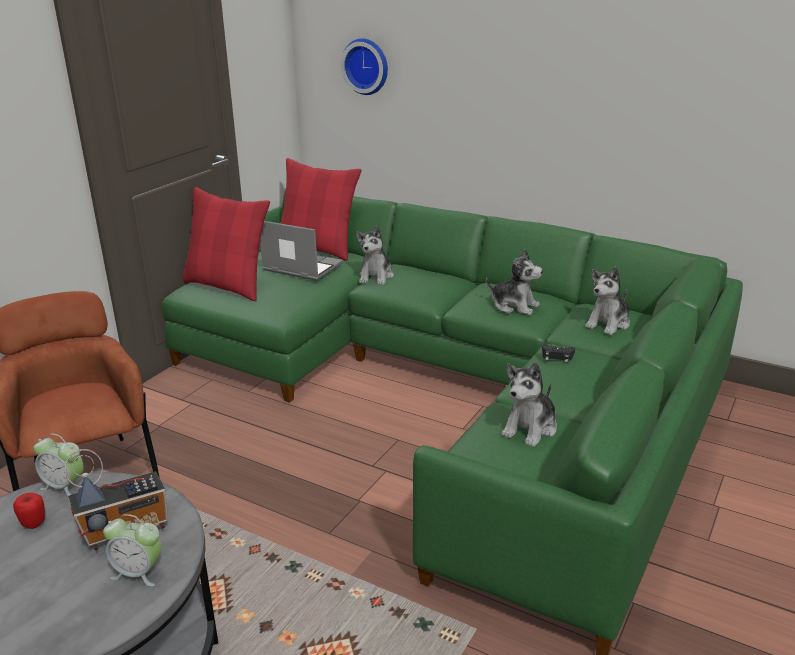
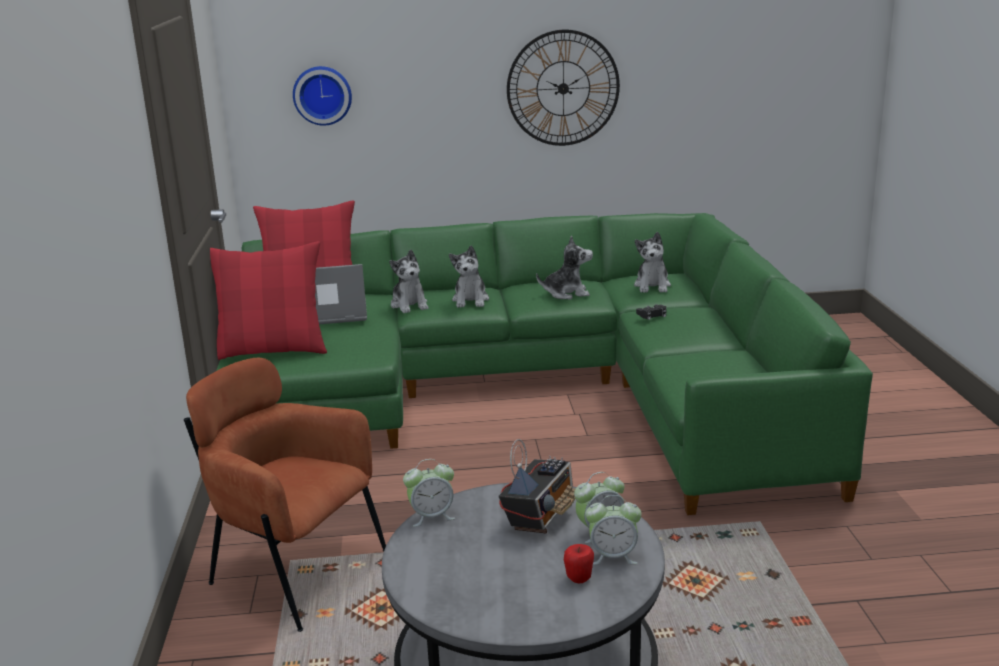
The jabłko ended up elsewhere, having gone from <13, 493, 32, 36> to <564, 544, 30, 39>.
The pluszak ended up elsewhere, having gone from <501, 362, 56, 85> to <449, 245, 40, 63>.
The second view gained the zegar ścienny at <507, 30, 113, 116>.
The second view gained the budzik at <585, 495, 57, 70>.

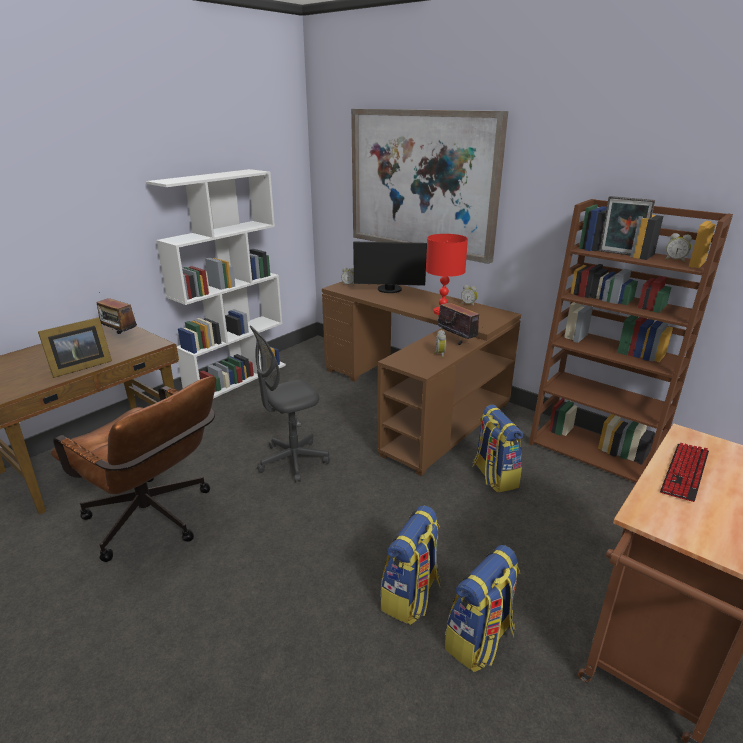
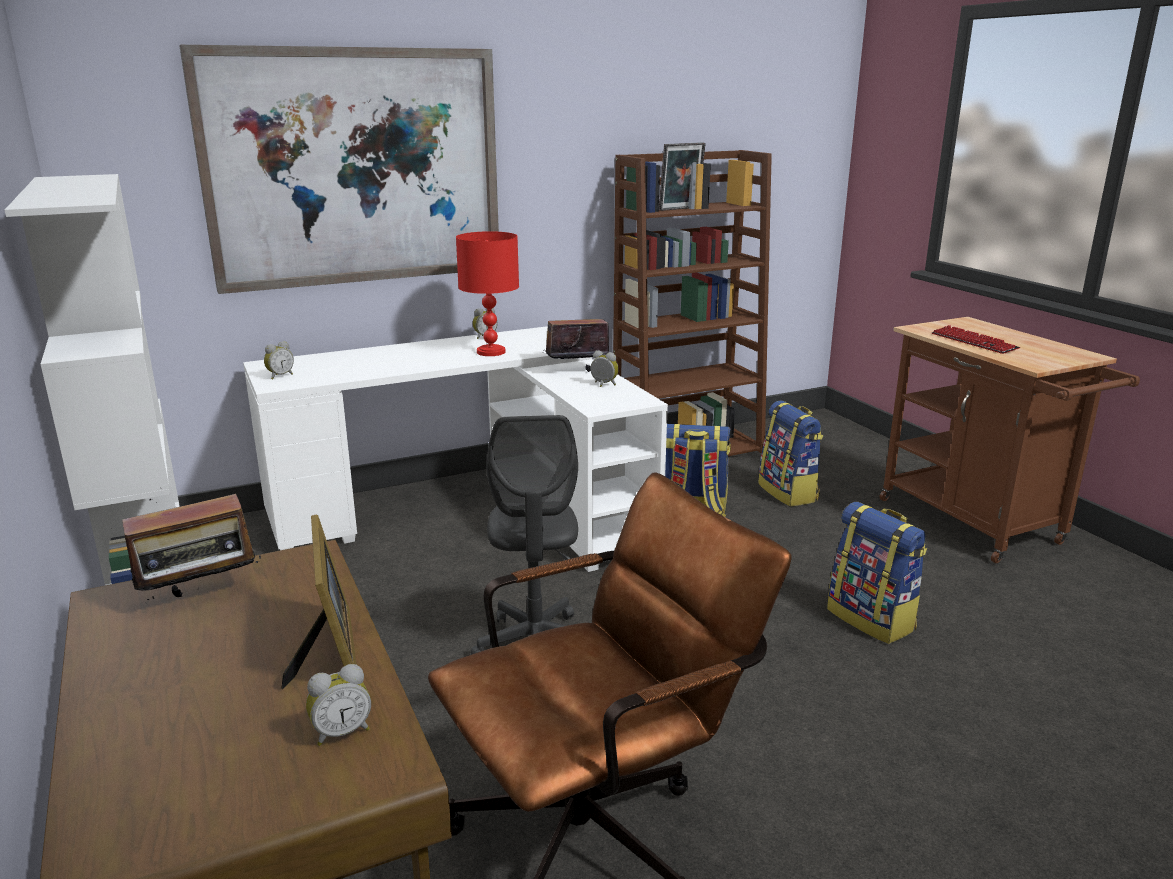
What was the biurko/brązowy at <322, 281, 199, 195> turned into the biurko/biały at <243, 326, 425, 246>.
The second view lost the monitor at <353, 242, 74, 51>.
The plecak ended up elsewhere, having gone from <444, 545, 76, 127> to <758, 400, 65, 107>.
The budzik ended up elsewhere, having gone from <665, 233, 27, 29> to <306, 664, 65, 82>.

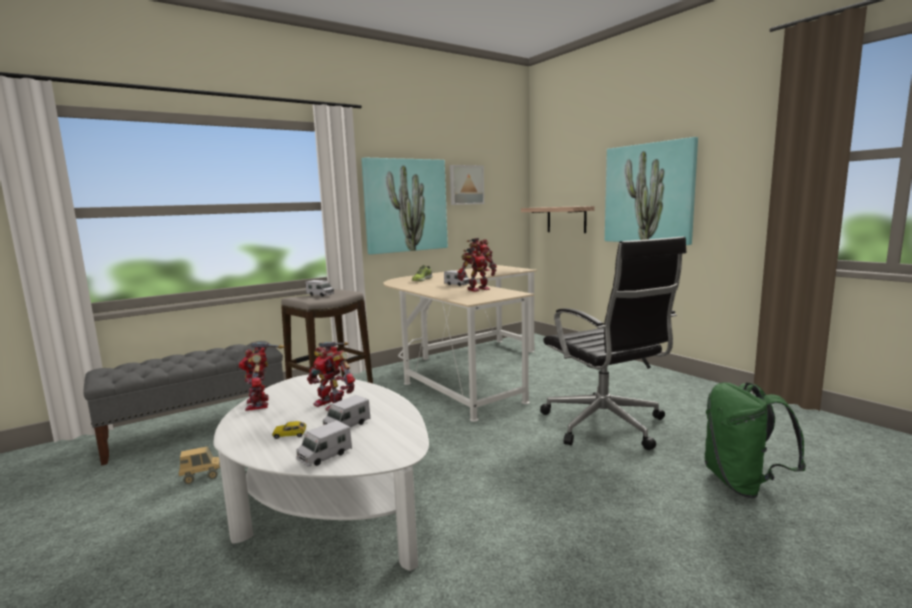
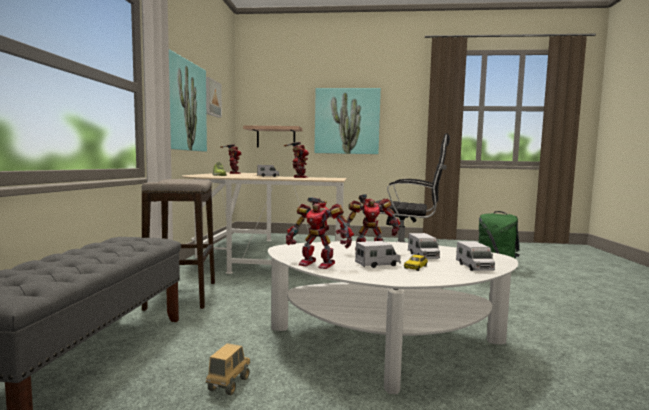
The ciężarówka zabawkowa ended up elsewhere, having gone from <306, 280, 28, 17> to <355, 241, 46, 27>.

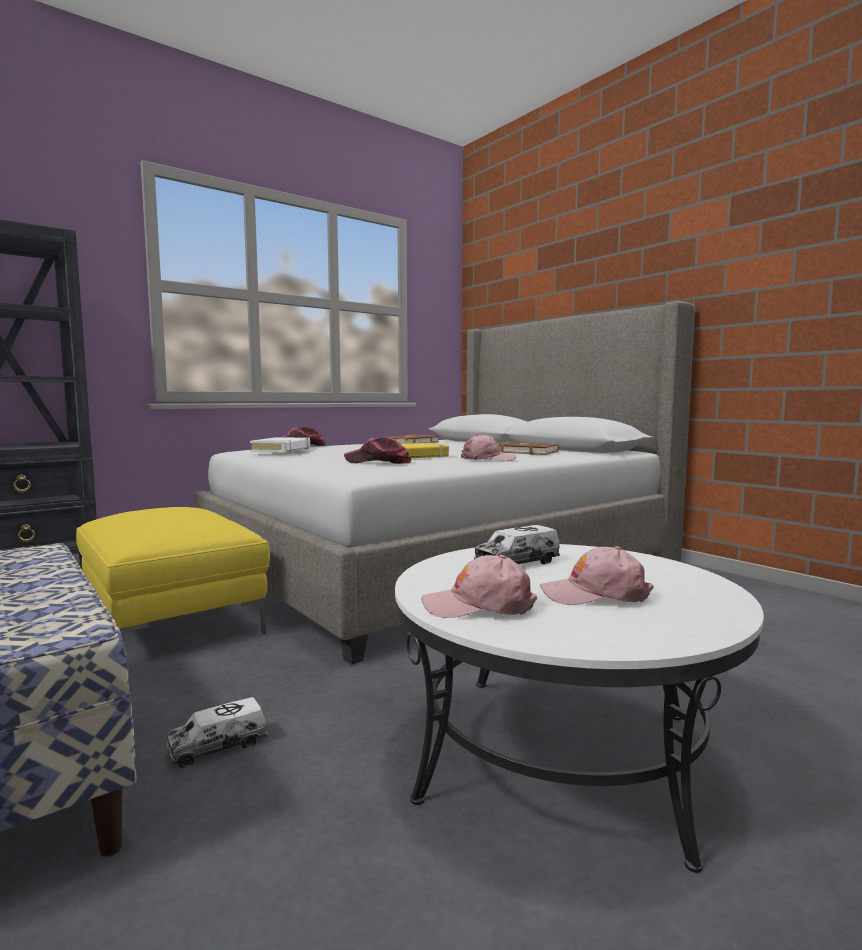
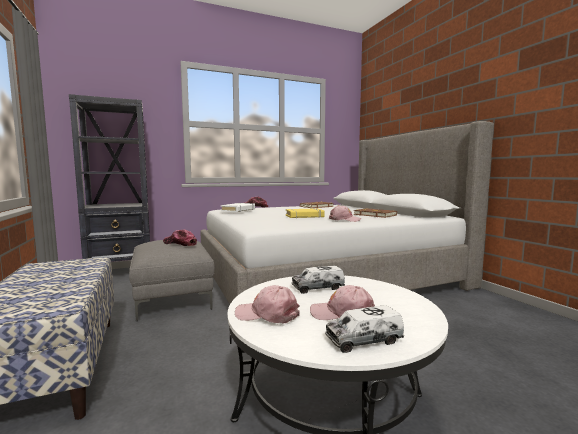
What was the pufa/żółty at <76, 507, 194, 134> turned into the pufa/szary at <129, 240, 86, 81>.
The ciężarówka zabawkowa ended up elsewhere, having gone from <167, 697, 100, 71> to <325, 305, 79, 48>.
The czapka z daszkiem ended up elsewhere, having gone from <344, 436, 67, 28> to <163, 230, 34, 16>.

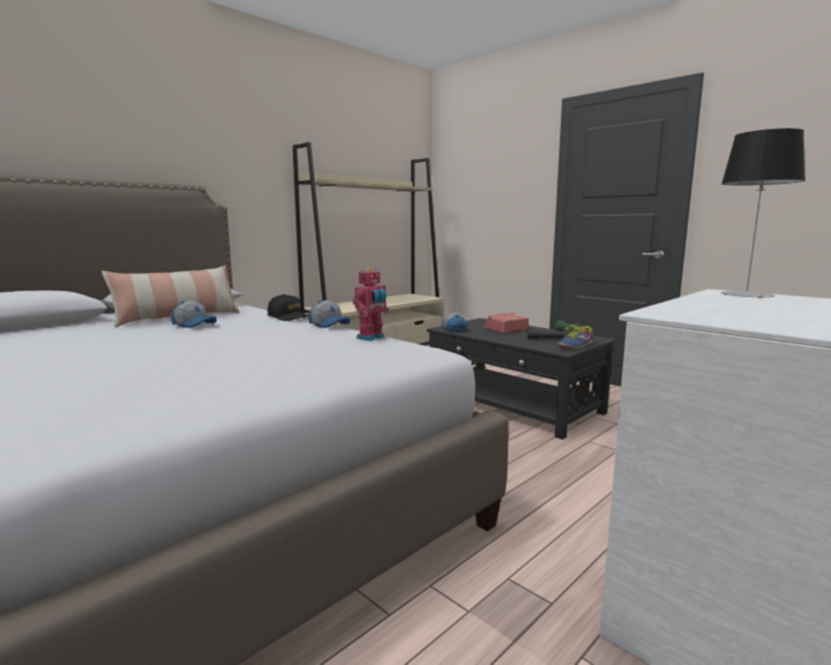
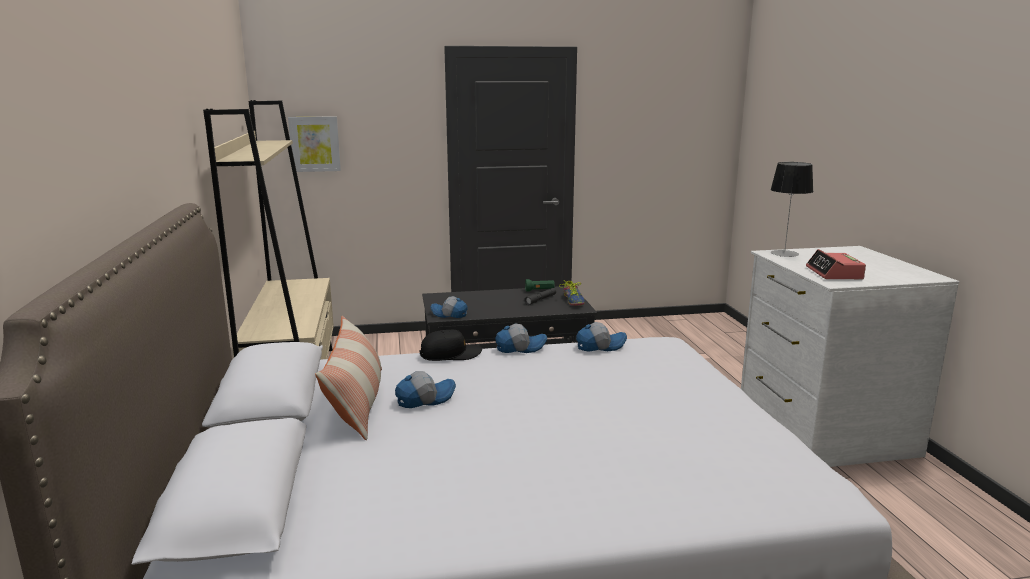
Where the robot zabawkowy stood at <353, 268, 36, 73>, the czapka z daszkiem came to stand at <576, 322, 51, 30>.
The budzik ended up elsewhere, having gone from <484, 312, 45, 21> to <806, 249, 60, 30>.
The second view gained the obraz at <288, 116, 53, 56>.

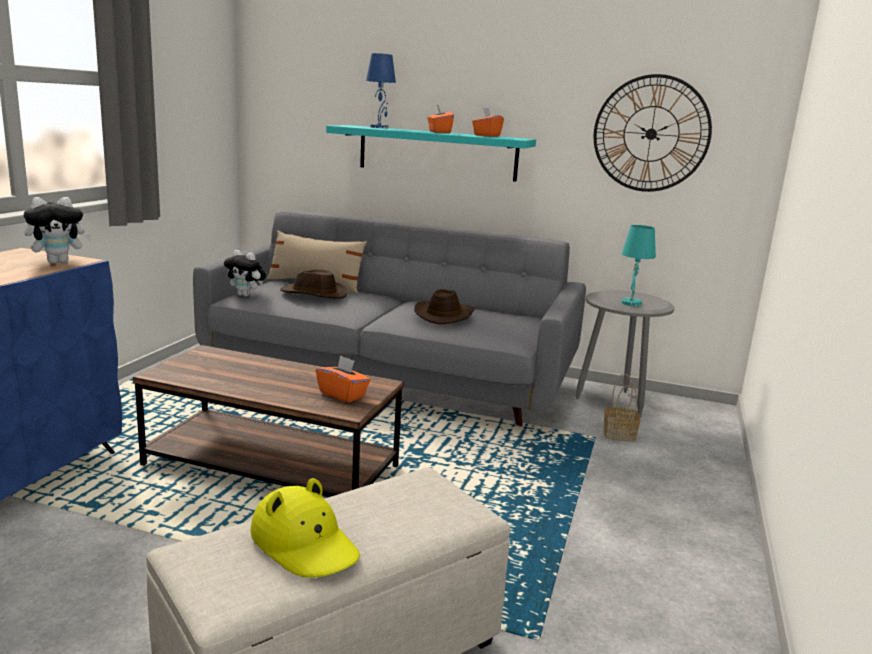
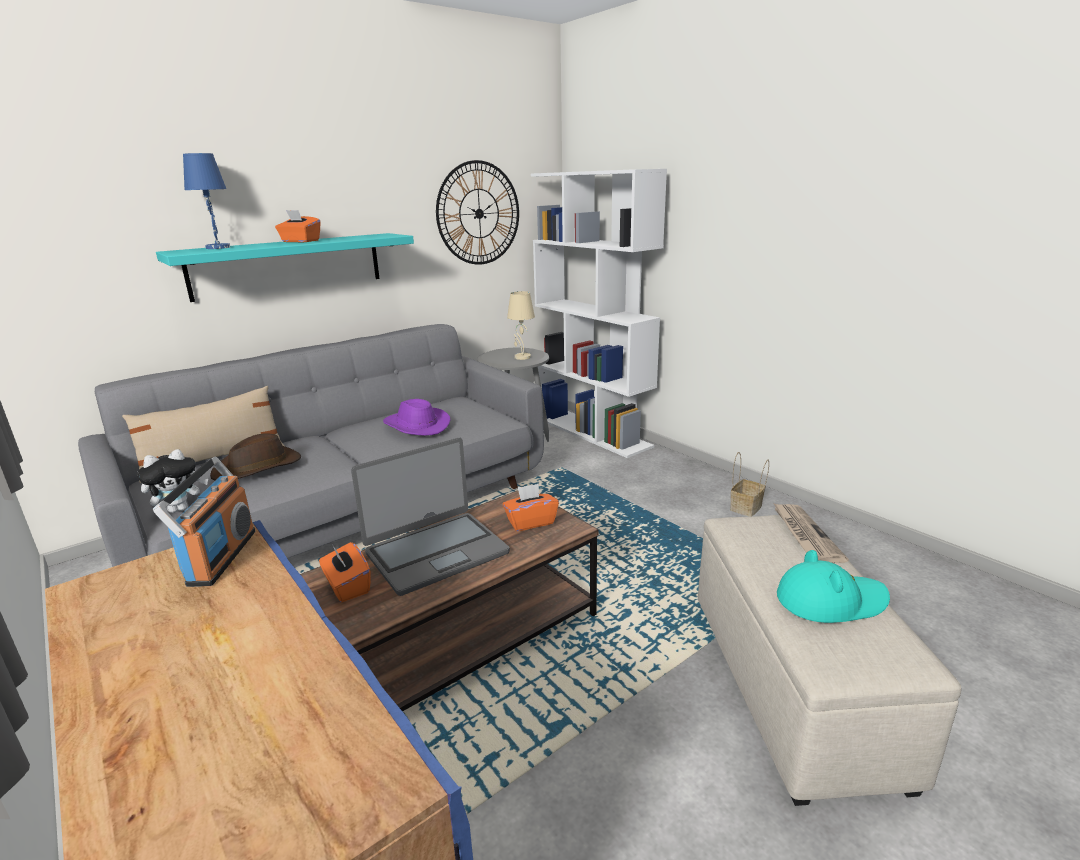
Where the pluszak stood at <23, 197, 69, 67>, the radio came to stand at <153, 456, 102, 131>.
What was the kapelusz/żółty at <250, 478, 110, 100> turned into the kapelusz/turkusowy at <777, 550, 113, 73>.
What was the kapelusz/brązowy at <414, 289, 60, 35> turned into the kapelusz/fioletowy at <383, 399, 68, 37>.
The pudełko chusteczek/pomarańczowy ended up elsewhere, having gone from <472, 107, 32, 30> to <319, 542, 52, 60>.
The koszyk ended up elsewhere, having gone from <603, 374, 38, 68> to <730, 452, 39, 65>.
What was the lampa stołowa/turkusowy at <622, 225, 34, 81> turned into the lampa stołowa/beżowy at <507, 291, 28, 69>.
The second view gained the laptop at <351, 438, 159, 158>.
The second view gained the regał/biały at <531, 169, 136, 289>.
The second view gained the gazeta at <773, 503, 76, 60>.

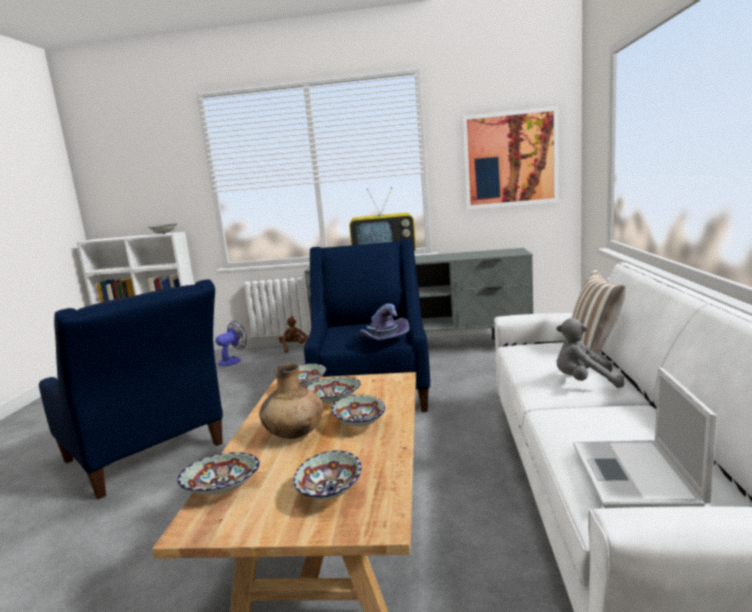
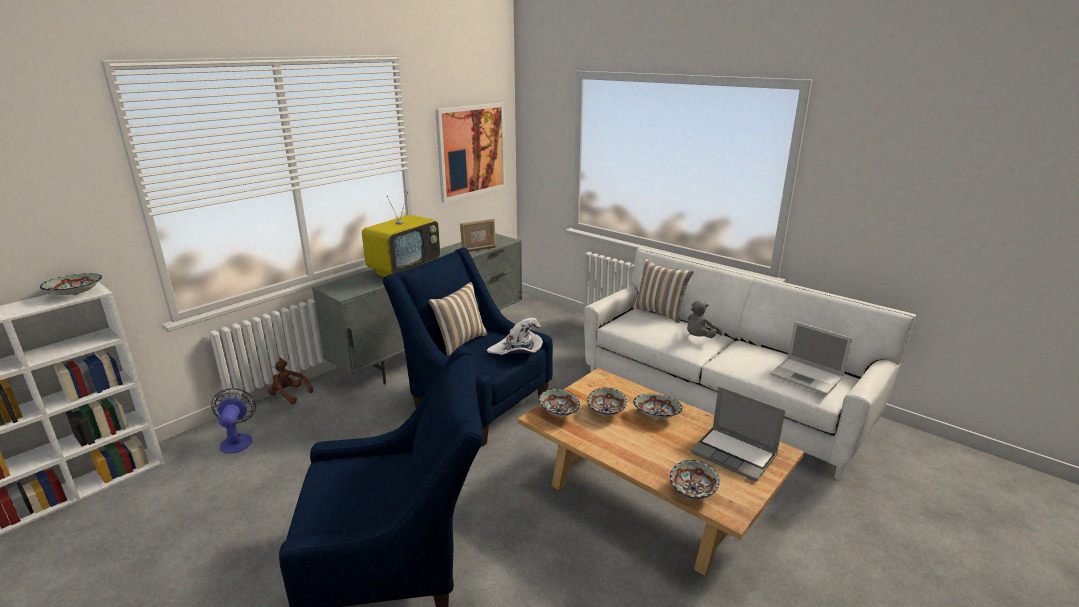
The second view lost the wazon/brązowy at <259, 364, 64, 75>.
Where the miska stood at <293, 451, 69, 49>, the laptop came to stand at <691, 386, 94, 95>.
What was the kapelusz/fioletowy at <359, 304, 51, 36> turned into the kapelusz/biały at <487, 318, 56, 37>.
The second view gained the poduszka at <428, 282, 59, 74>.
The second view gained the ramka na zdjęcie at <460, 219, 36, 33>.

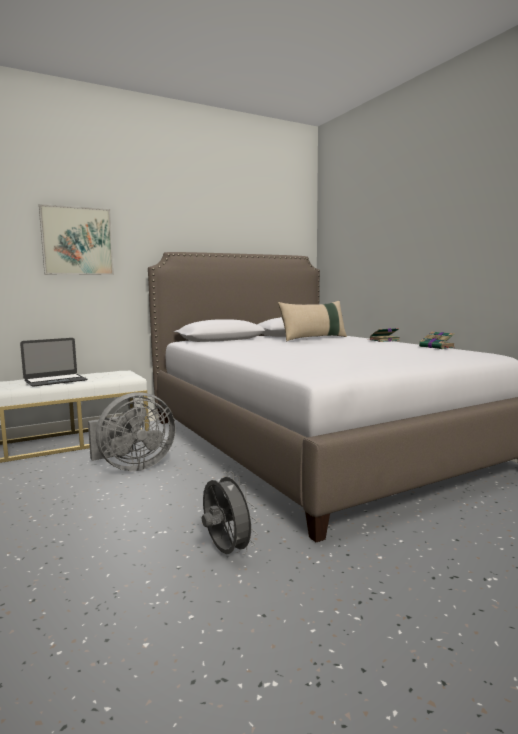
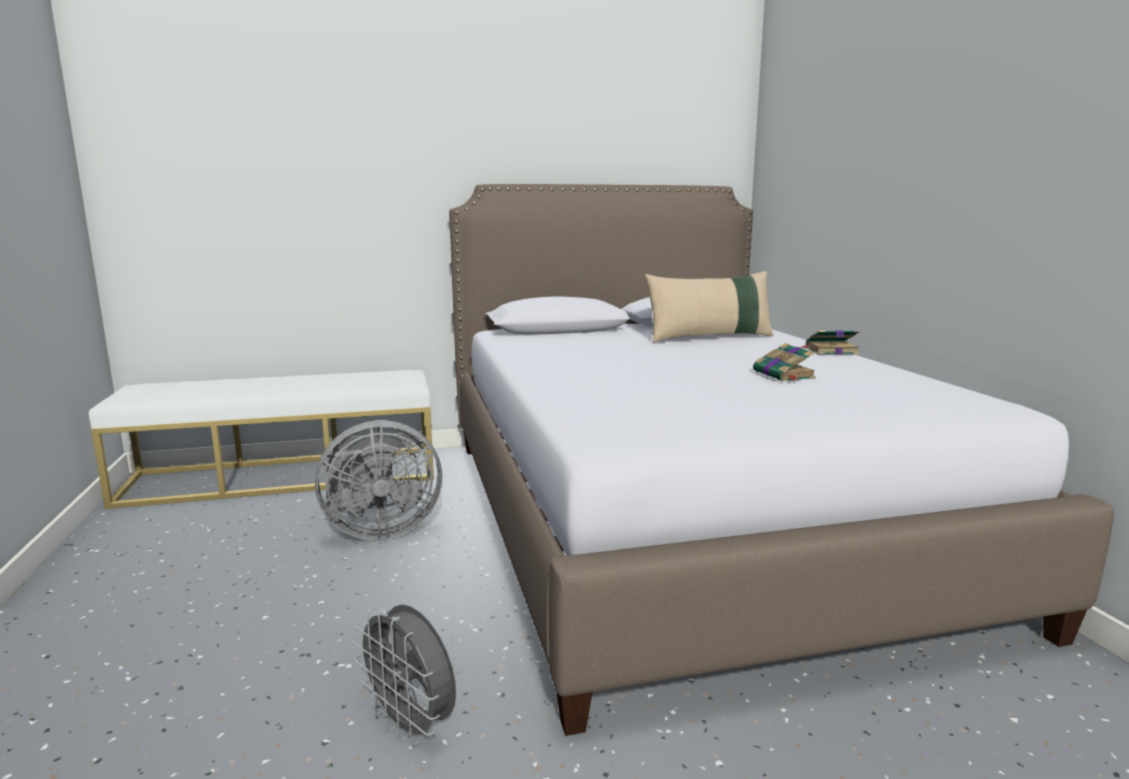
The second view lost the laptop at <20, 338, 67, 48>.
The second view lost the obraz at <39, 204, 75, 71>.
The wentylator/szary at <202, 472, 56, 83> ended up facing another way, 150 degrees clockwise from before.
The książka ended up elsewhere, having gone from <419, 331, 36, 18> to <753, 343, 63, 38>.

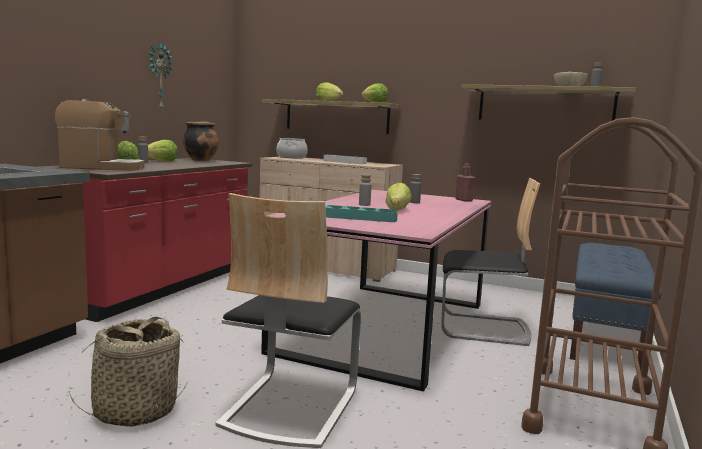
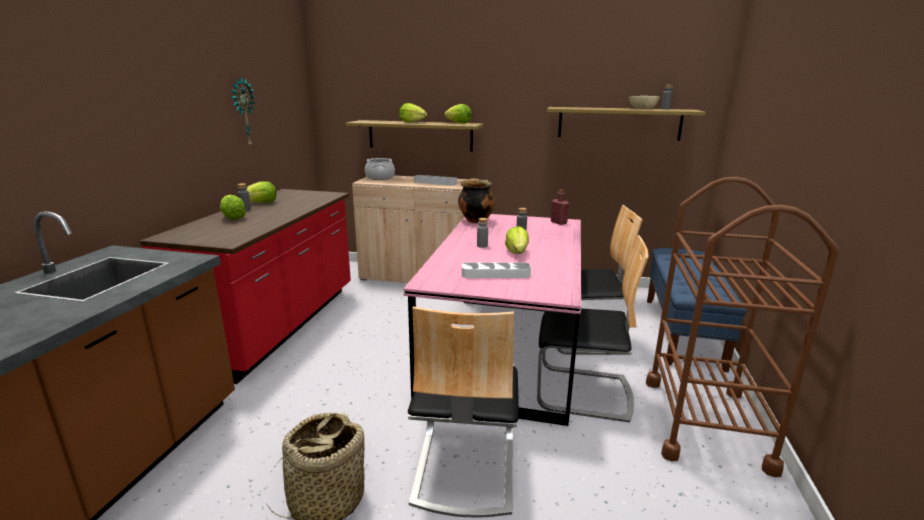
The second view lost the ekspres do kawy at <55, 99, 90, 72>.
The garnek ended up elsewhere, having gone from <183, 122, 36, 39> to <458, 179, 37, 44>.
What was the taca/turkusowy at <325, 205, 73, 17> turned into the taca/biały at <462, 263, 69, 15>.
The second view gained the krzesło at <537, 235, 111, 187>.

